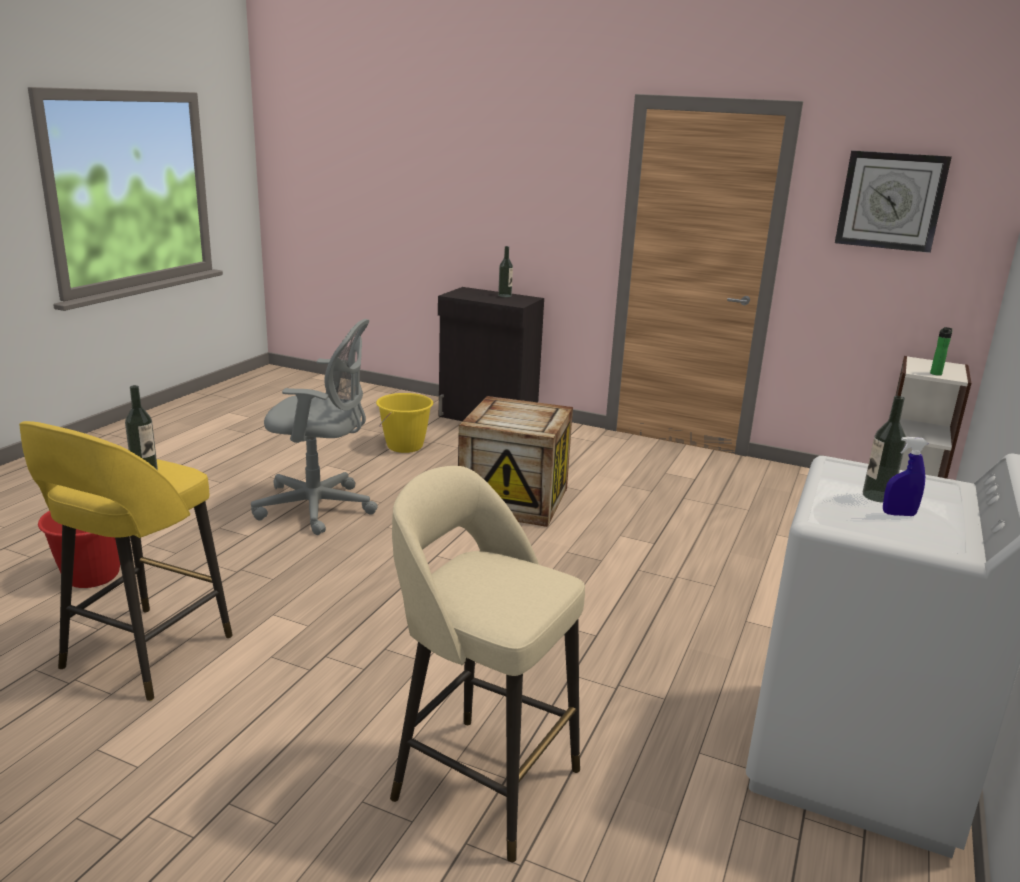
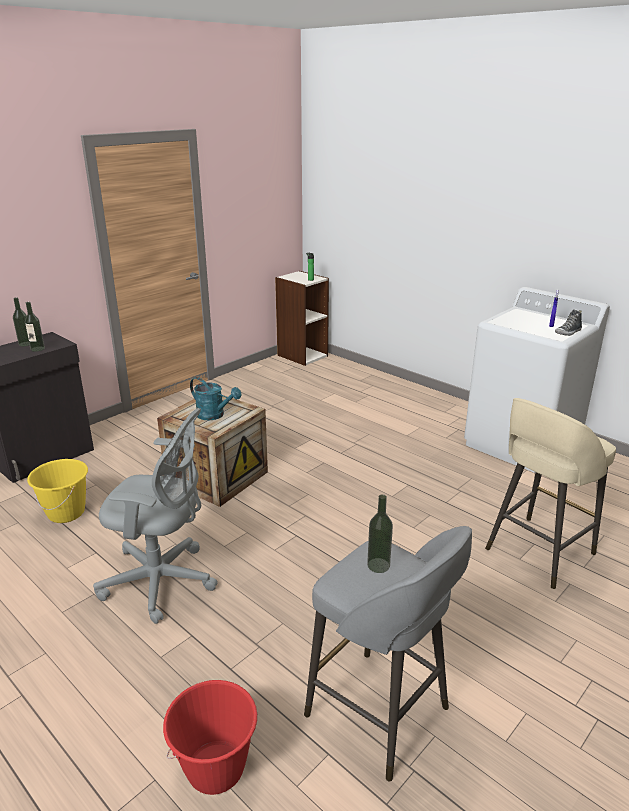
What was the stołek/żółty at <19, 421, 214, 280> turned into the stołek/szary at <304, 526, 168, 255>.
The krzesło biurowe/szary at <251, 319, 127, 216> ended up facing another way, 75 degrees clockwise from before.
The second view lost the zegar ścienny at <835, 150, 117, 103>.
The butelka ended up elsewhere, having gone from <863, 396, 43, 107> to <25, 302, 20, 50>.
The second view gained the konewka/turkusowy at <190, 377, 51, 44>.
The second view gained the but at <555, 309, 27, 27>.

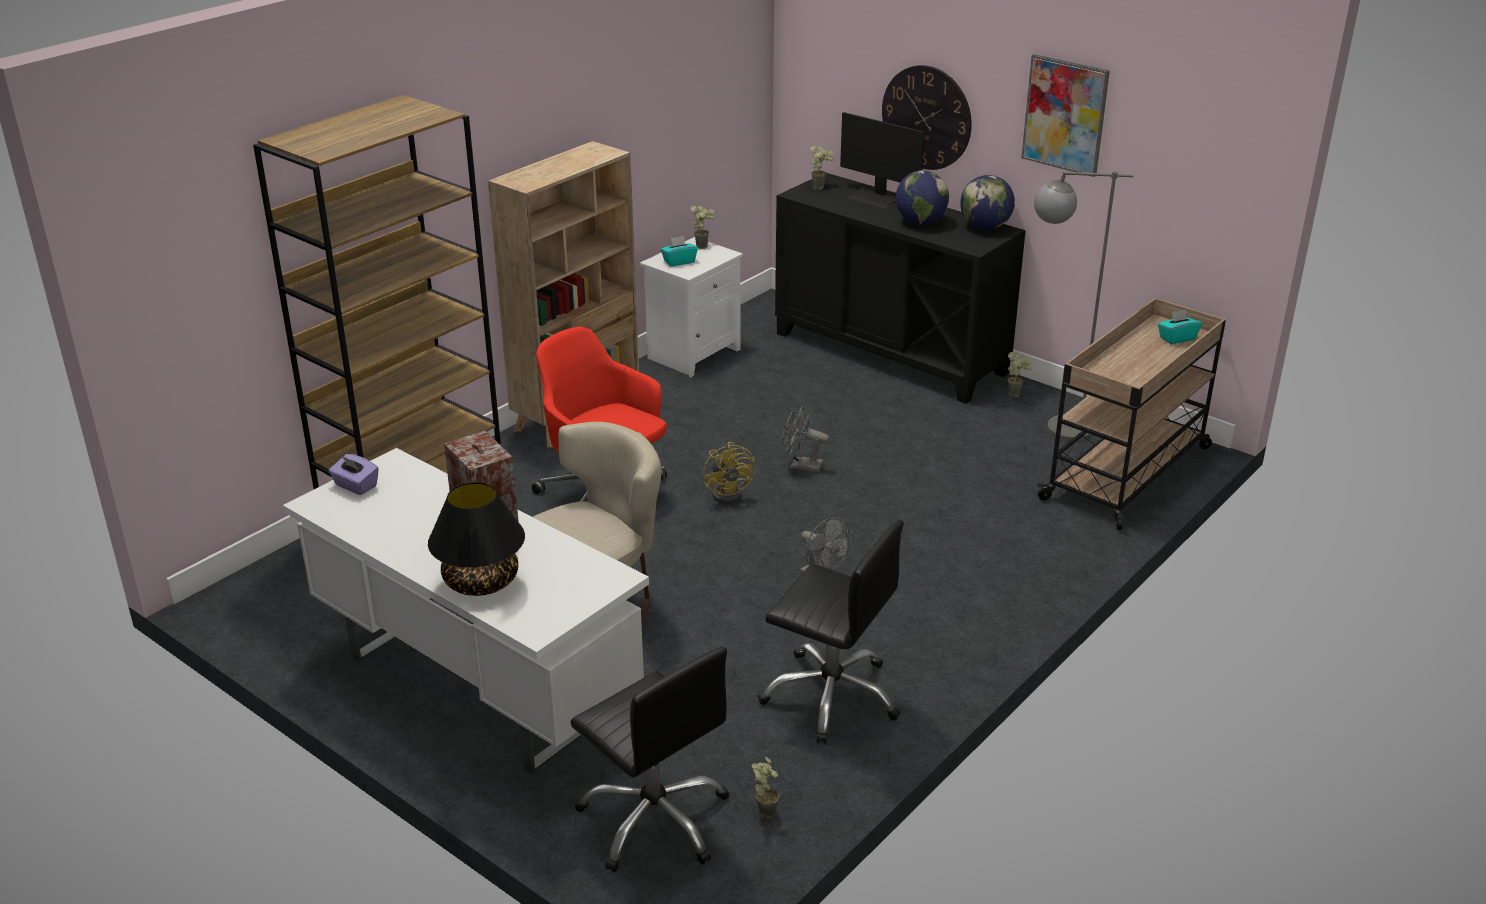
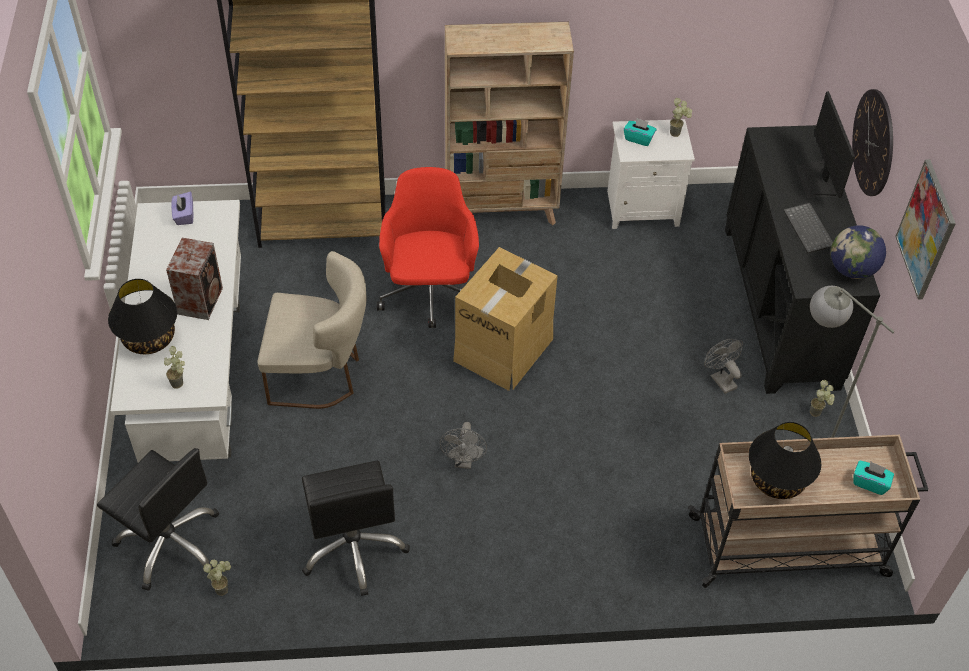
The krzesło biurowe/czarny at <570, 647, 159, 225> ended up facing another way, 60 degrees counterclockwise from before.
Where the wentylator/żółty stood at <703, 442, 53, 62>, the karton came to stand at <453, 247, 104, 144>.
The wentylator/szary ended up elsewhere, having gone from <782, 405, 47, 67> to <704, 339, 39, 55>.
The roślina doniczkowa ended up elsewhere, having gone from <810, 145, 23, 45> to <164, 346, 21, 43>.
Where the globus stood at <896, 170, 53, 55>, the klawiatura came to stand at <784, 203, 49, 51>.
The second view gained the lampa stołowa/czarny at <749, 422, 72, 77>.

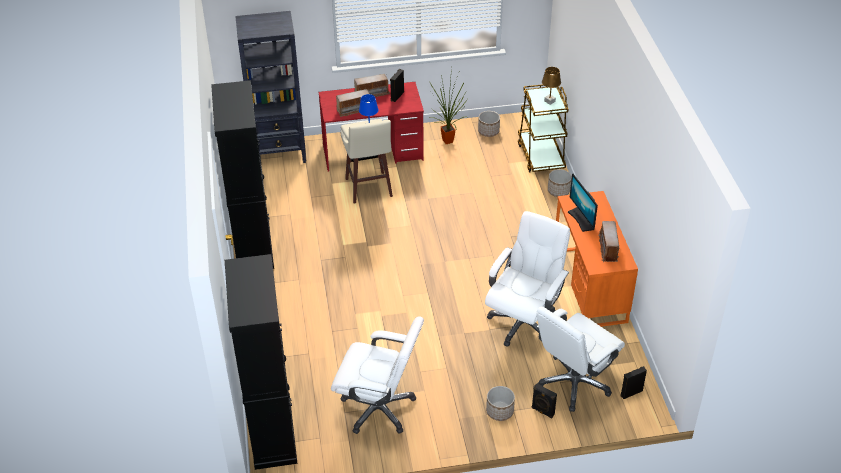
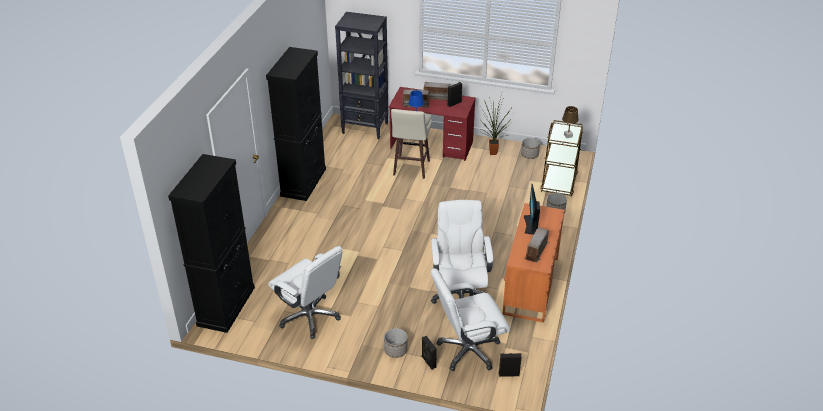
The krzesło biurowe/biały at <485, 211, 85, 135> ended up facing another way, 60 degrees counterclockwise from before.

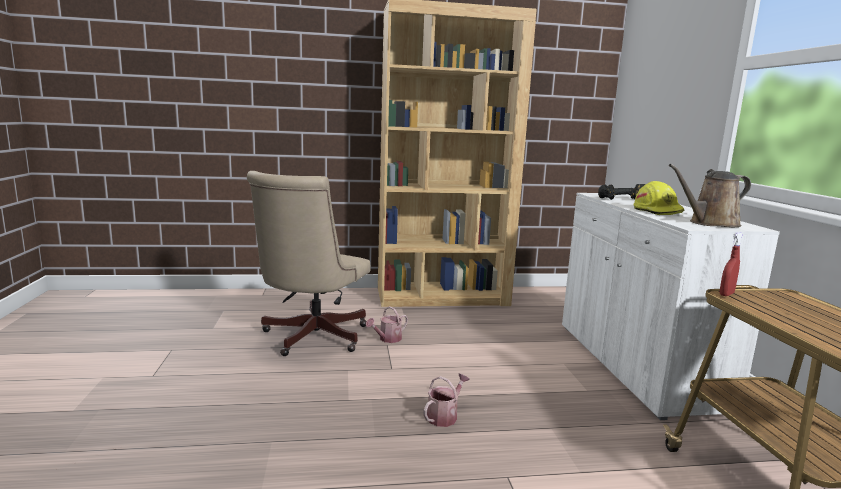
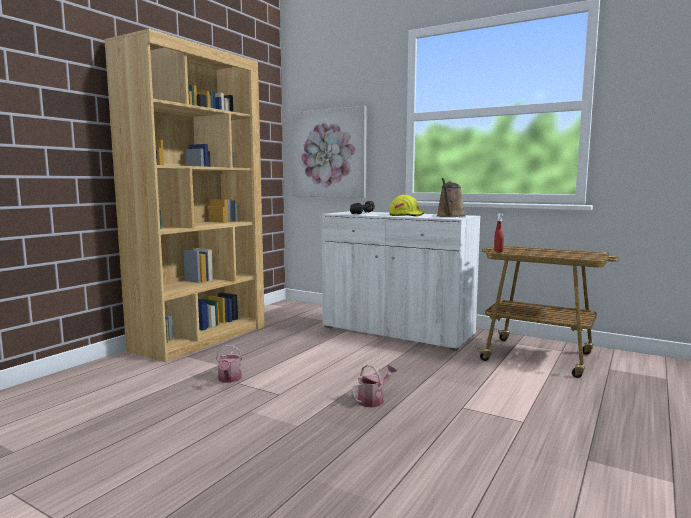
The second view lost the krzesło biurowe/beżowy at <247, 171, 124, 185>.
The konewka at <424, 373, 46, 54> ended up facing another way, 60 degrees clockwise from before.
The second view gained the obraz at <291, 106, 76, 92>.

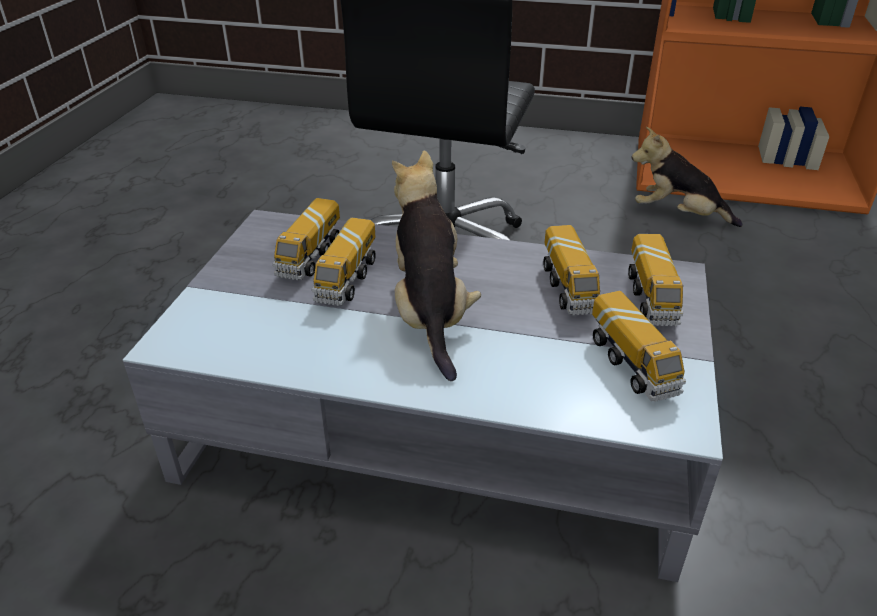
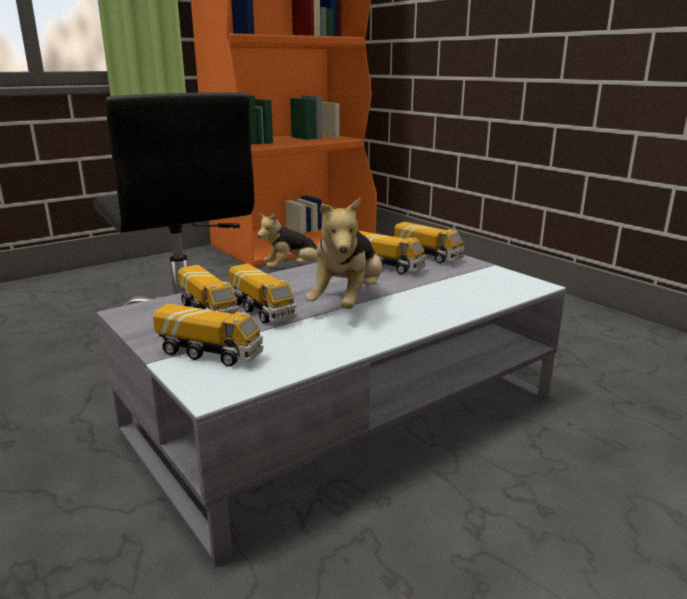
The pluszak at <392, 150, 89, 231> ended up facing another way, 105 degrees counterclockwise from before.
The ciężarówka zabawkowa ended up elsewhere, having gone from <592, 291, 94, 111> to <153, 303, 111, 64>.

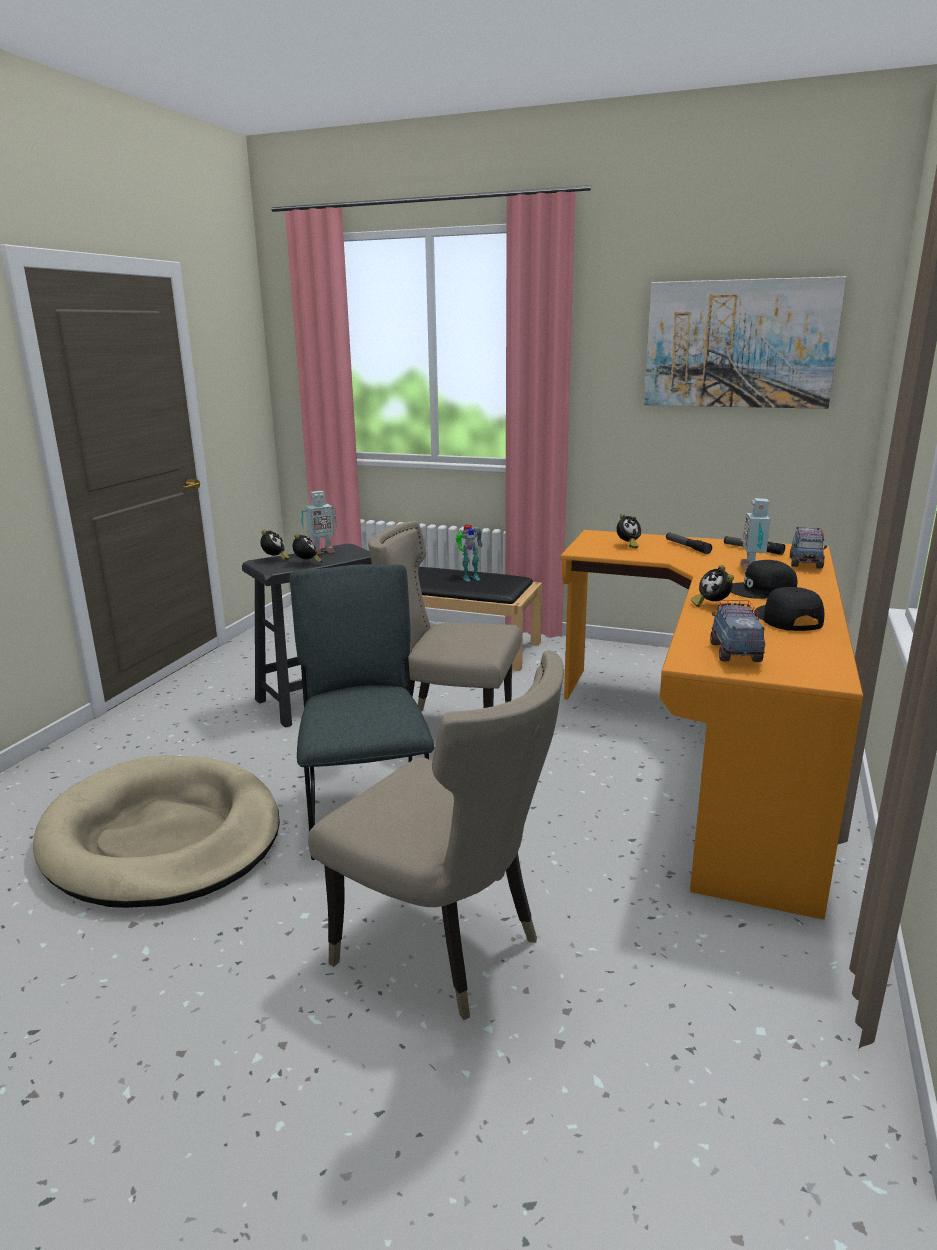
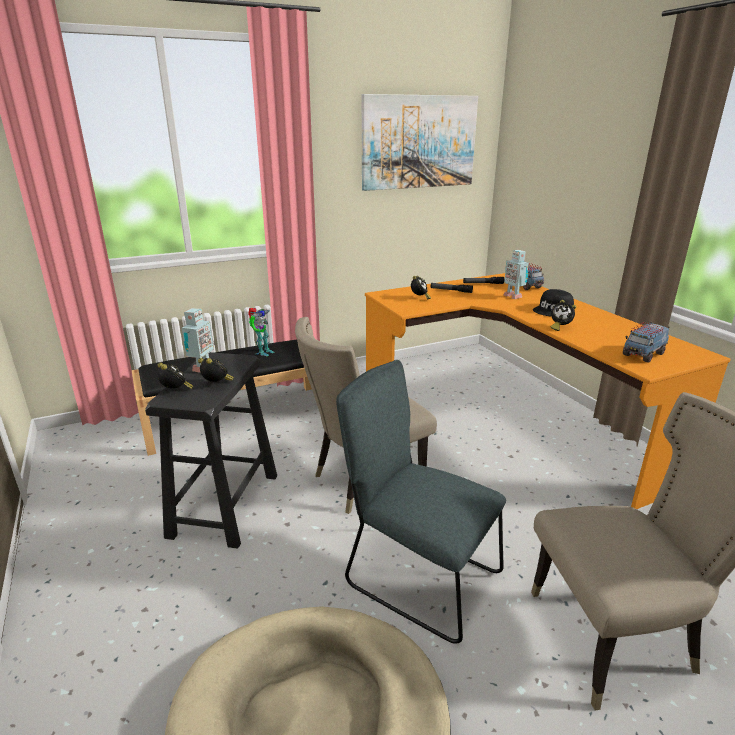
The ciężarówka zabawkowa at <710, 600, 55, 62> ended up facing another way, 90 degrees counterclockwise from before.
The second view lost the czapka z daszkiem/czarny at <754, 587, 70, 44>.

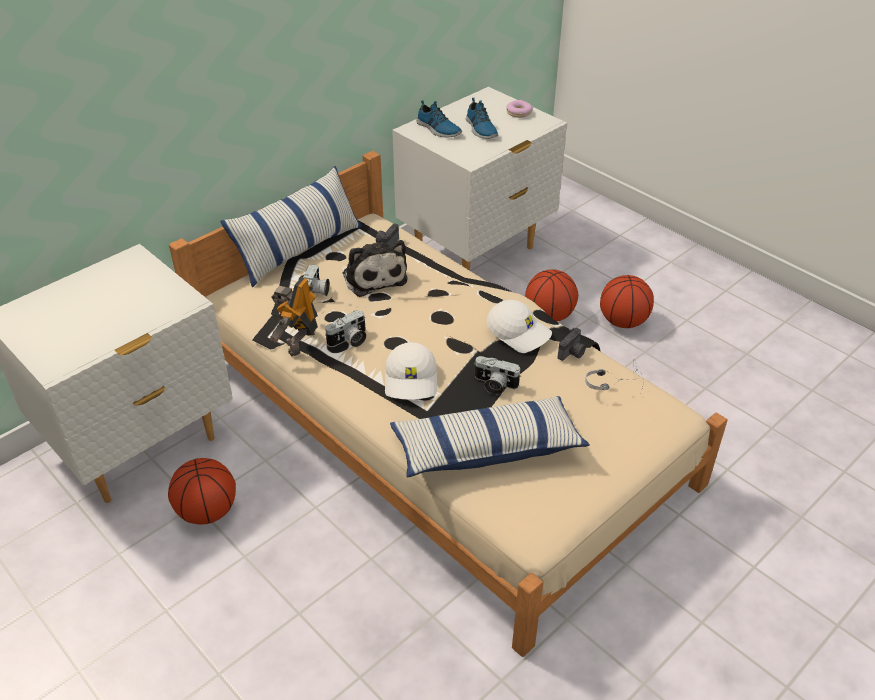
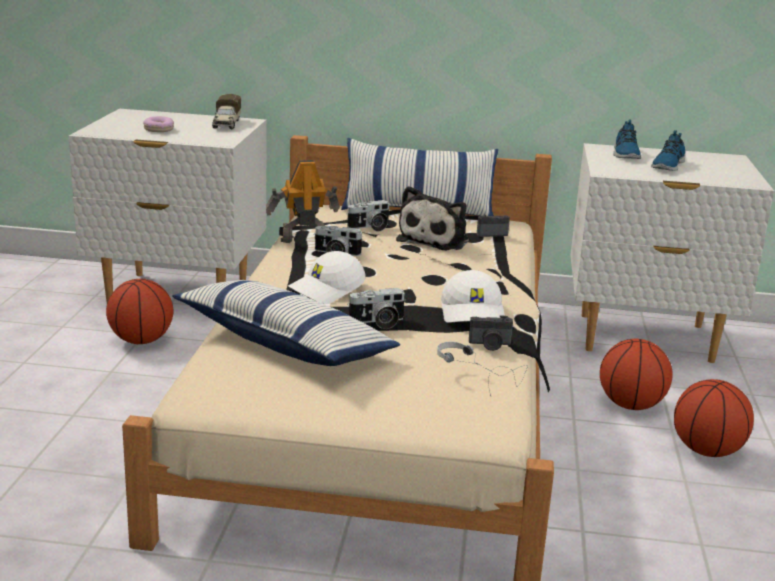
The aparat fotograficzny at <474, 356, 47, 39> ended up facing another way, 90 degrees counterclockwise from before.
The donut ended up elsewhere, having gone from <507, 100, 26, 18> to <143, 116, 31, 16>.
The second view gained the ciężarówka zabawkowa at <212, 94, 29, 35>.

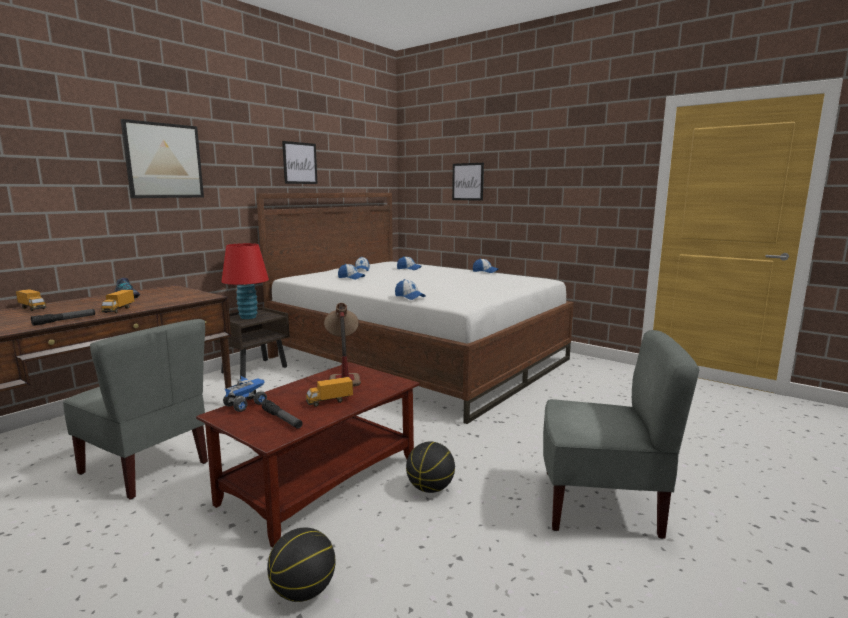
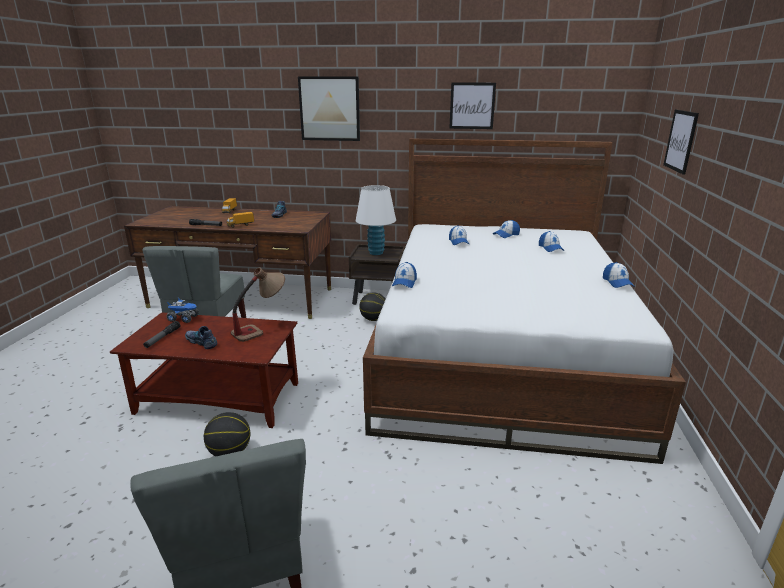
What was the lampa stołowa/czerwony at <221, 243, 48, 76> turned into the lampa stołowa/biały at <356, 185, 40, 70>.
The piłka do koszykówki ended up elsewhere, having gone from <267, 527, 68, 75> to <359, 292, 26, 29>.
Where the ciężarówka zabawkowa stood at <306, 377, 47, 30>, the but came to stand at <185, 326, 33, 23>.

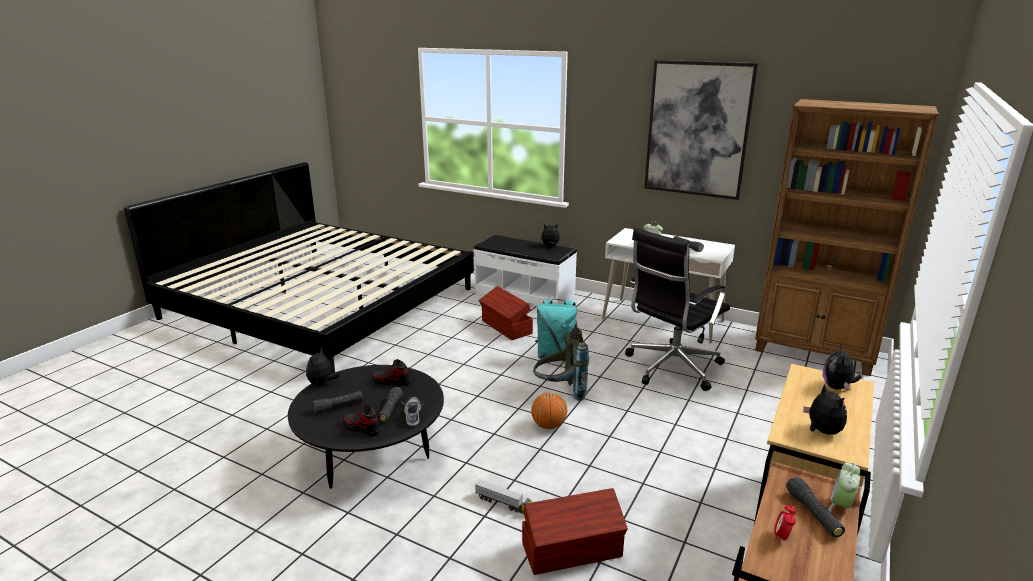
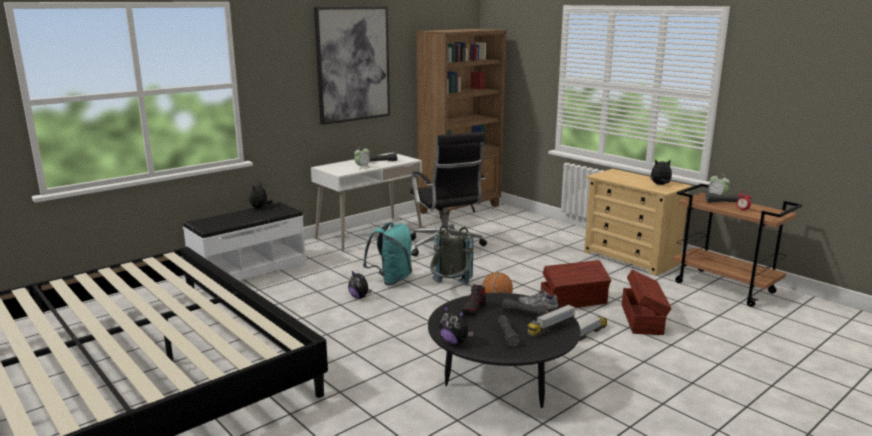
Where the but stood at <343, 405, 38, 32>, the ciężarówka zabawkowa came to stand at <527, 304, 48, 33>.
The pojemnik do przechowywania/brązowy ended up elsewhere, having gone from <479, 286, 54, 54> to <541, 260, 70, 48>.
The pluszak ended up elsewhere, having gone from <823, 345, 38, 45> to <348, 271, 24, 28>.

